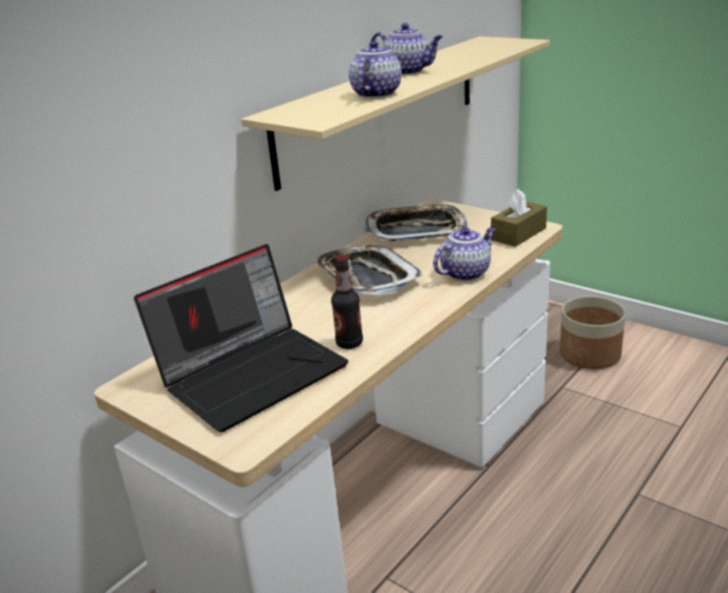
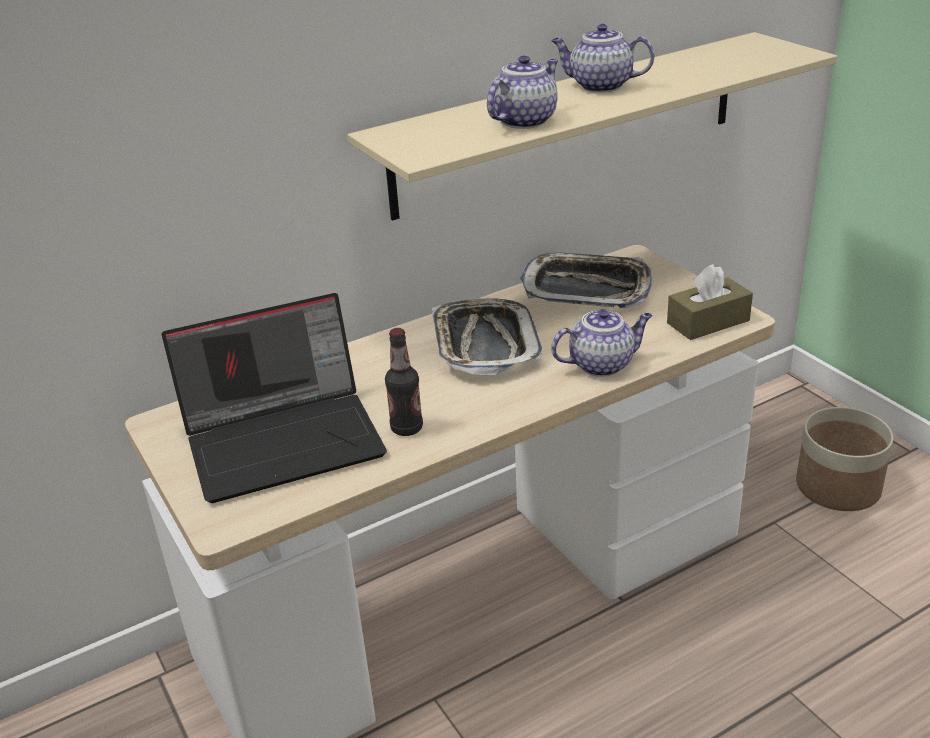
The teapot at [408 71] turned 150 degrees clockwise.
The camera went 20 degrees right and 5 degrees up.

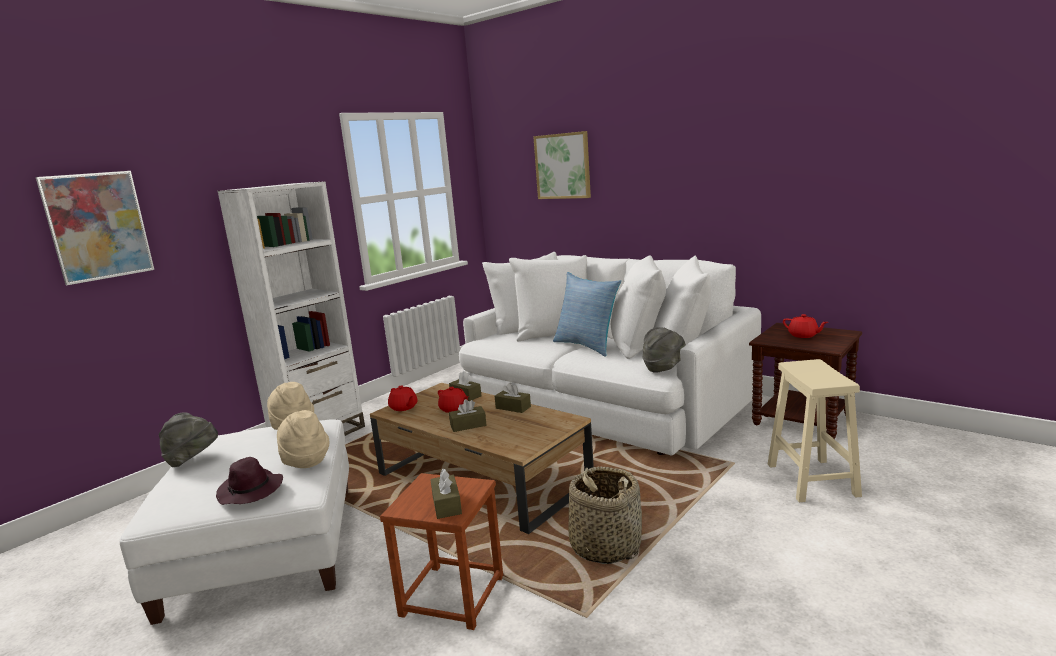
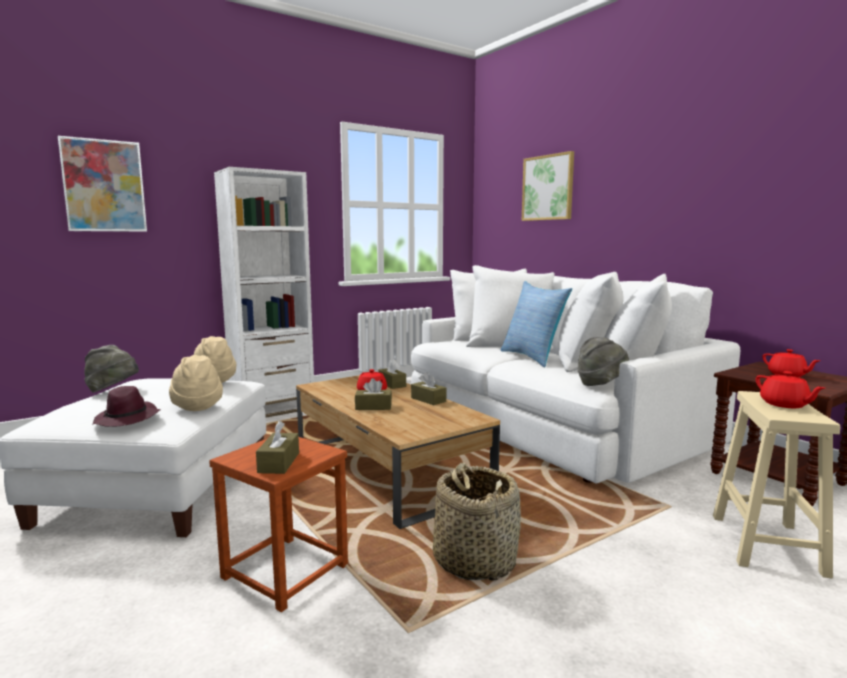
The red teapot moved from [403 407] to [785 404].
The camera went 15 degrees right and 5 degrees down.

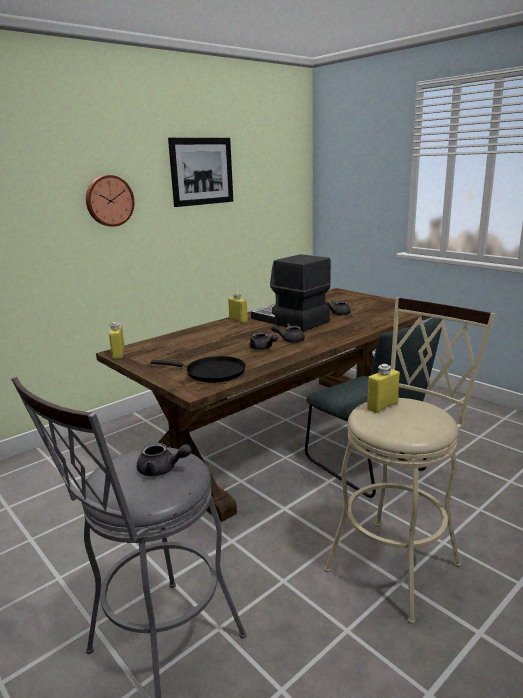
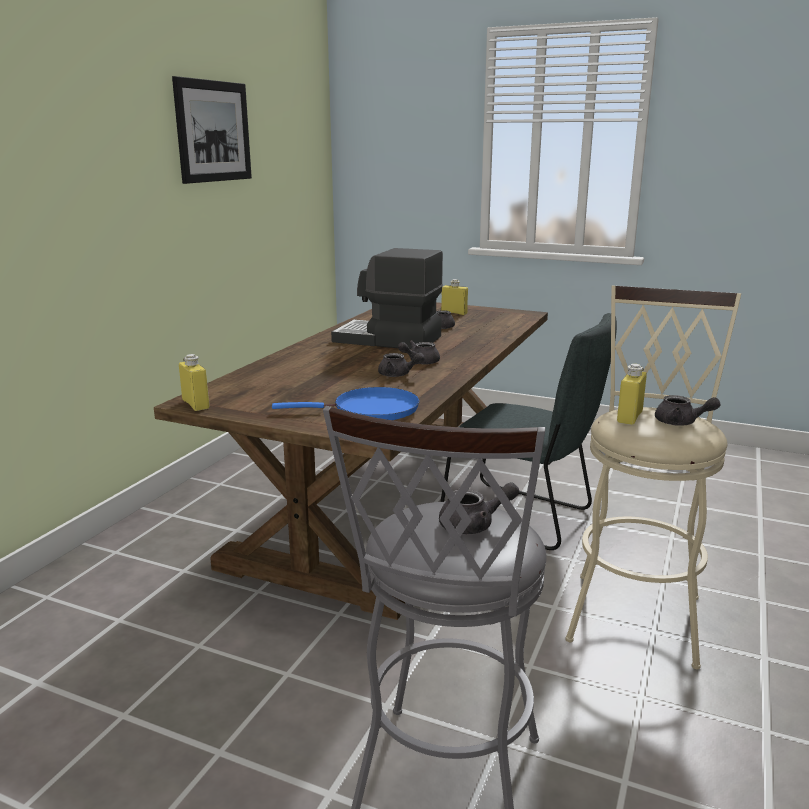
The black frying pan at [211 373] became the blue frying pan at [370 410].
The yellow bottle moved from [238 320] to [454 313].
The grey teapot at [681 423] appeared.
The wall clock at [109 201] disappeared.
The camera went 25 degrees left and 0 degrees up.

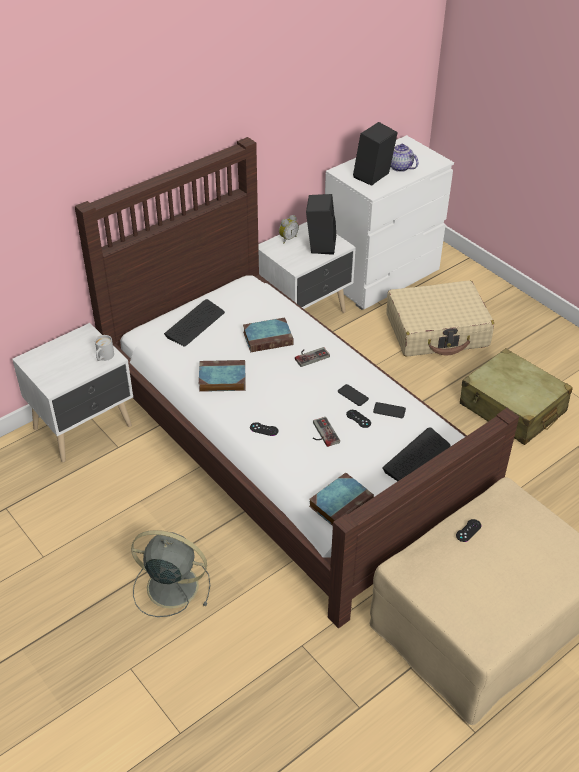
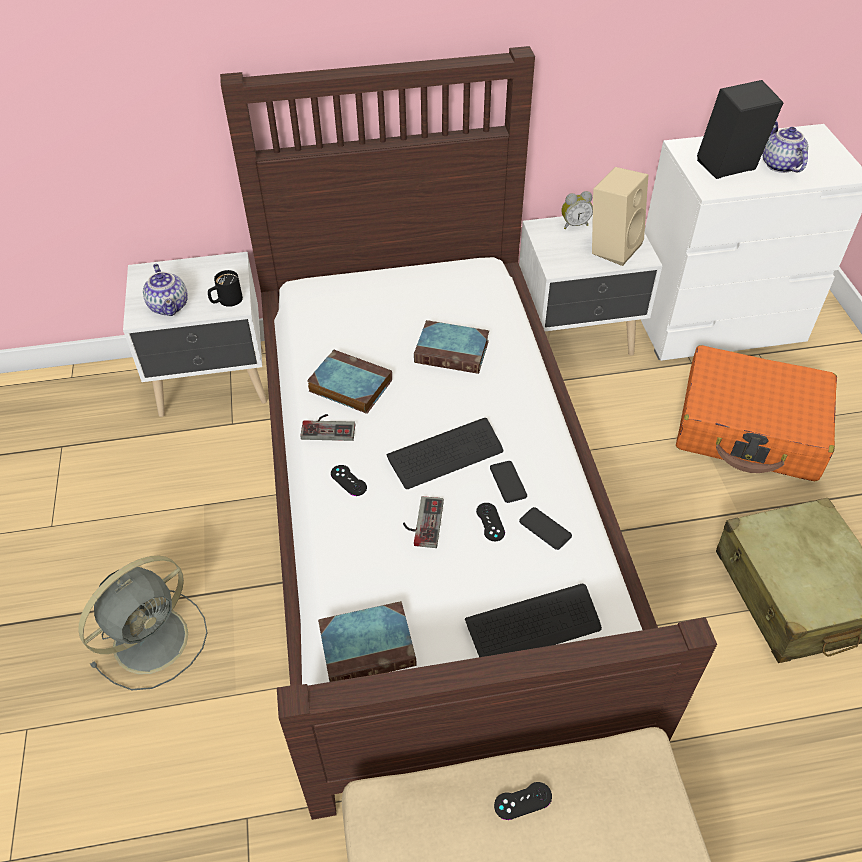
The grey fan at [170 586] turned 90 degrees clockwise.
The teapot at [170 306] appeared.
The white mug at [104 357] became the black mug at [226 301].
The game controller moved from [310 355] to [329 427].
The keyboard moved from [195 324] to [445 455].
The black speaker at [320 245] became the beige speaker at [612 246].
The beige suitcase at [437 330] became the orange suitcase at [750 429].
The camera went 30 degrees right and 5 degrees up.

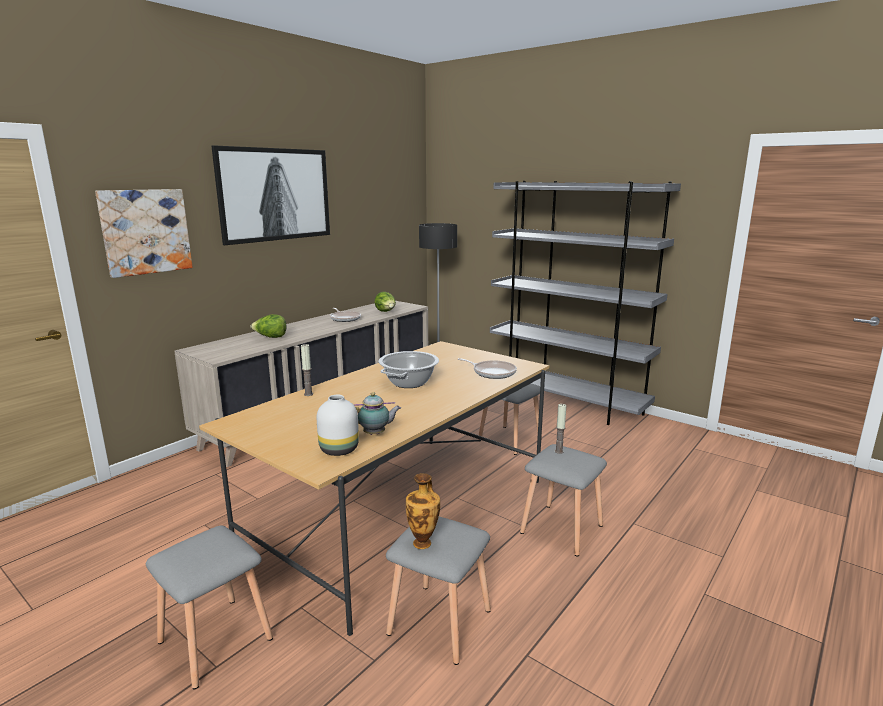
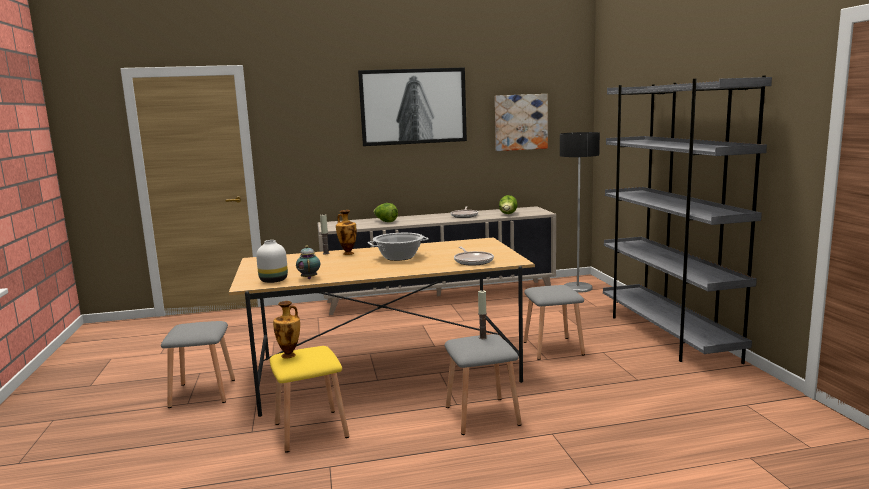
The grey stool at [439 623] became the yellow stool at [310 431].
The teapot at [376 434] turned 135 degrees counterclockwise.
The vase at [348 253] appeared.
The picture moved from [145 231] to [520 122].
The camera went 40 degrees right and 5 degrees down.

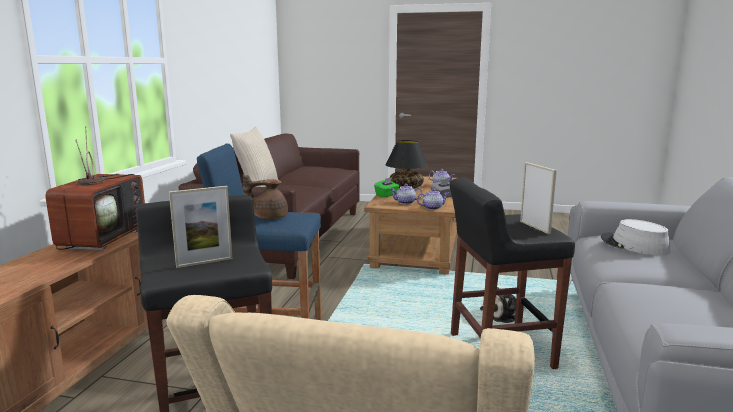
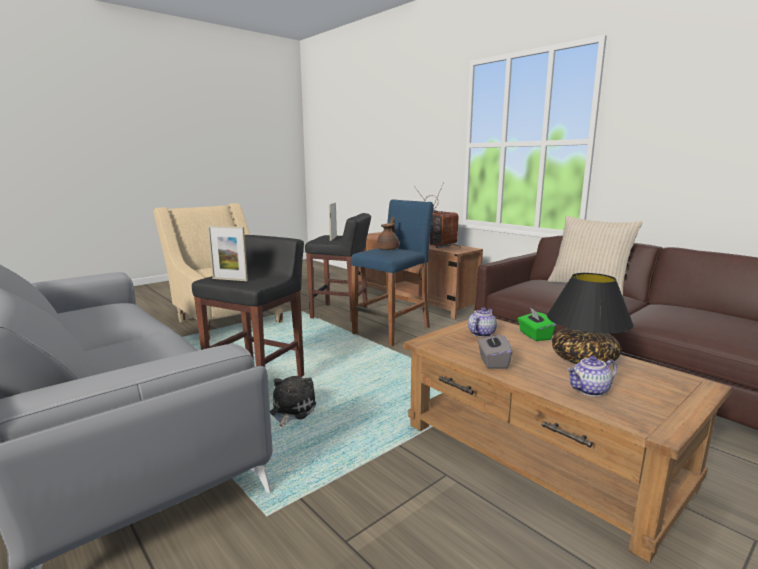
The teapot at [432 208] disappeared.
The grey hat at [633 245] disappeared.
The camera went 125 degrees right and 0 degrees up.

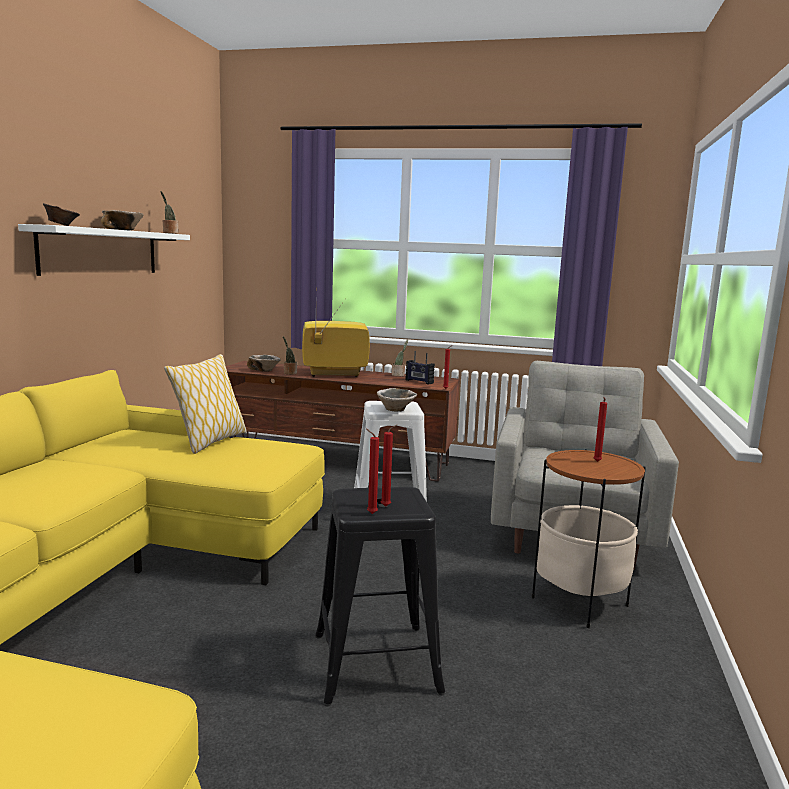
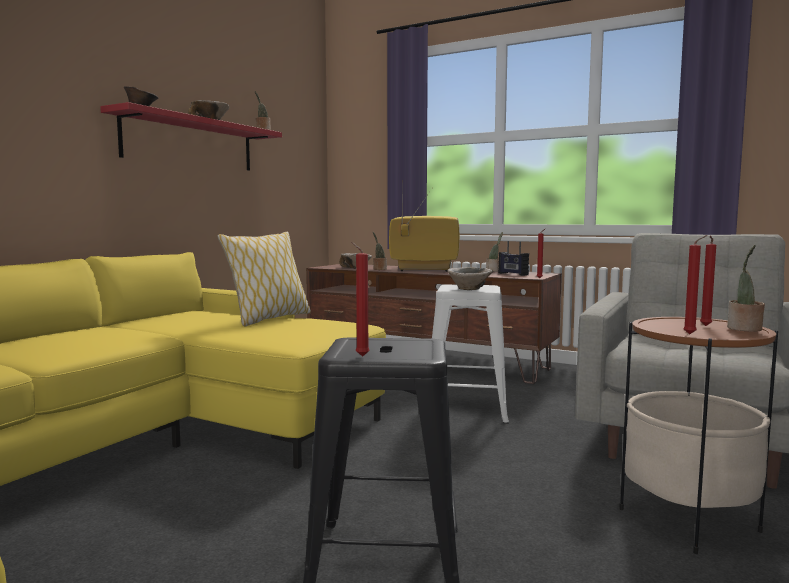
The white shelf at [101 251] became the red shelf at [191 143].
The red candle moved from [387 506] to [692 334].
The potted plant at [744 329] appeared.
The camera went 15 degrees right and 5 degrees down.

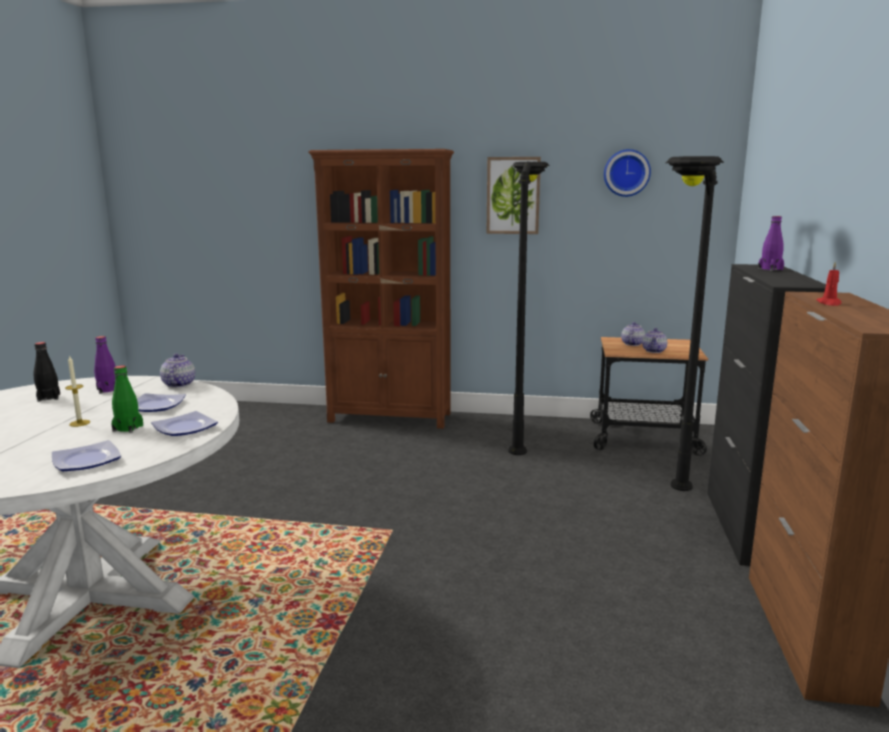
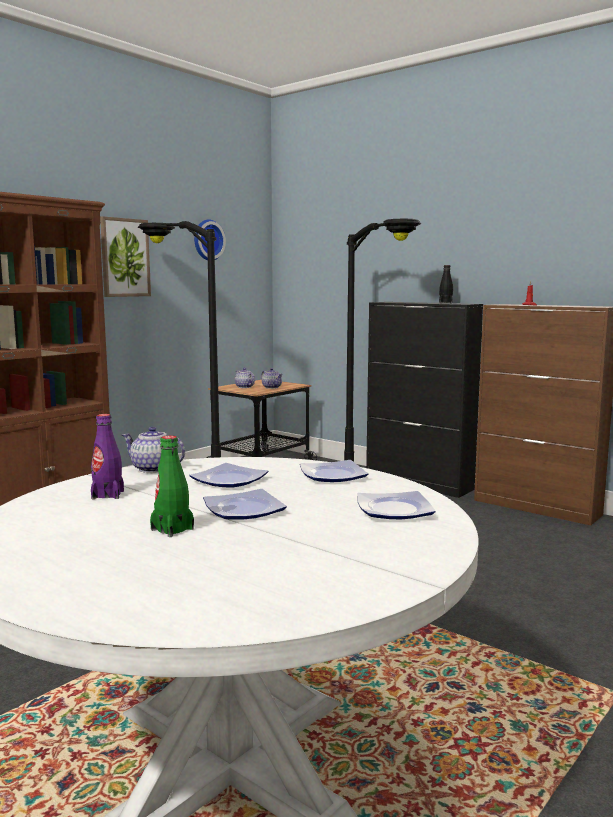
The green bottle moved from [128 428] to [172 529].
The candle at [79 423] was replaced by the plate at [242 510].
The black bottle moved from [49 398] to [445 303].
The purple bottle at [770 269] disappeared.
The camera went 60 degrees left and 5 degrees down.

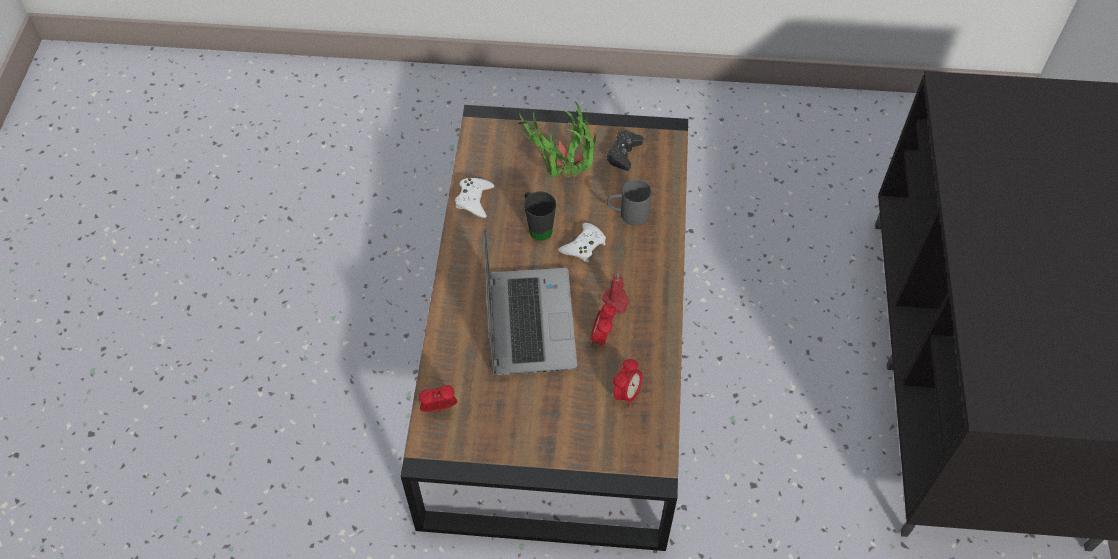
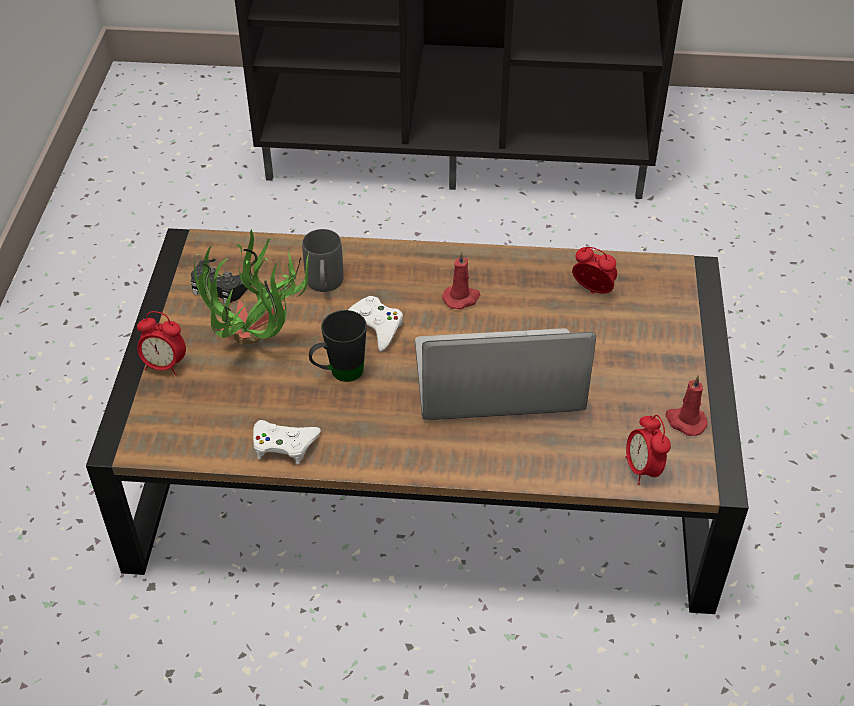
The alarm clock moved from [602 337] to [164 365].
The red candle at [685 421] appeared.
The camera went 90 degrees left and 10 degrees down.

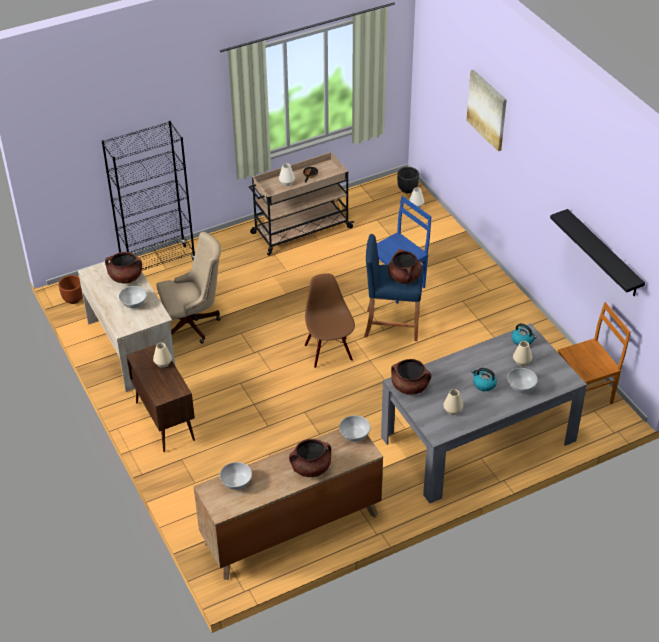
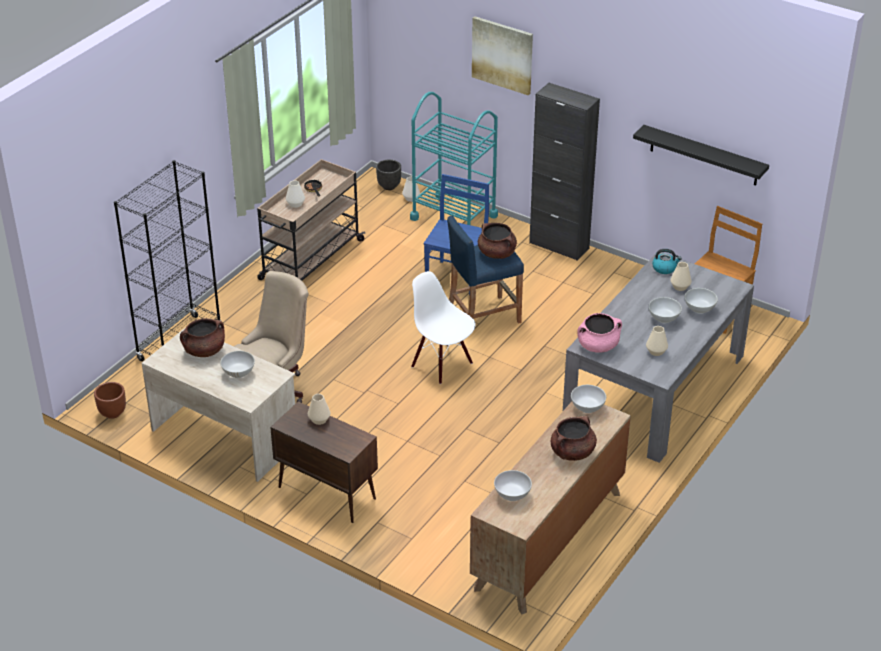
The turquoise cart at [454 217] appeared.
The brown chair at [329 352] became the white chair at [442 364].
The black cabinet at [559 246] appeared.
The brown cooking pot at [410 386] became the pink cooking pot at [598 345].
The kettle at [484 384] was replaced by the white bowl at [664 318].
The camera went 30 degrees left and 5 degrees down.

